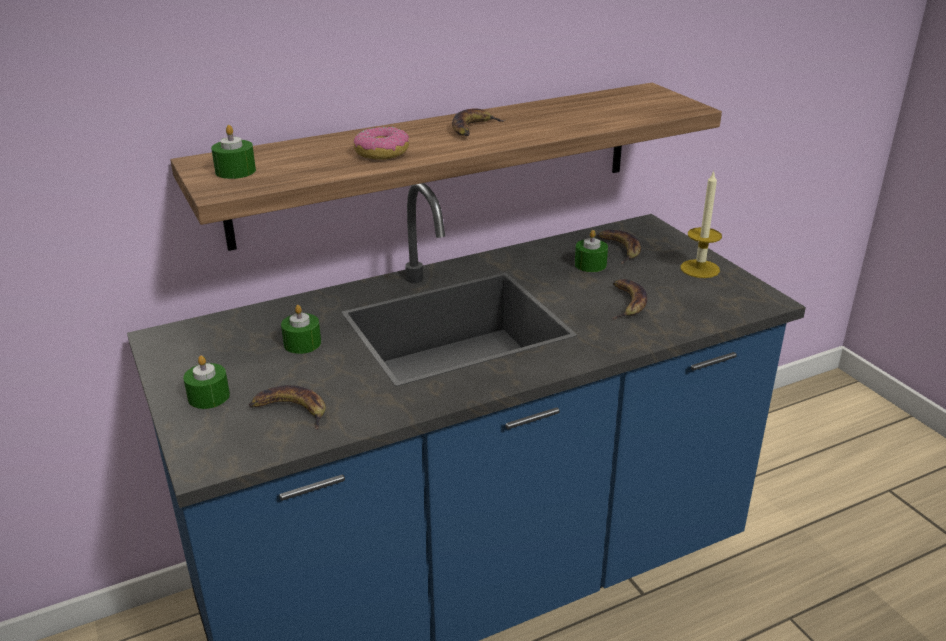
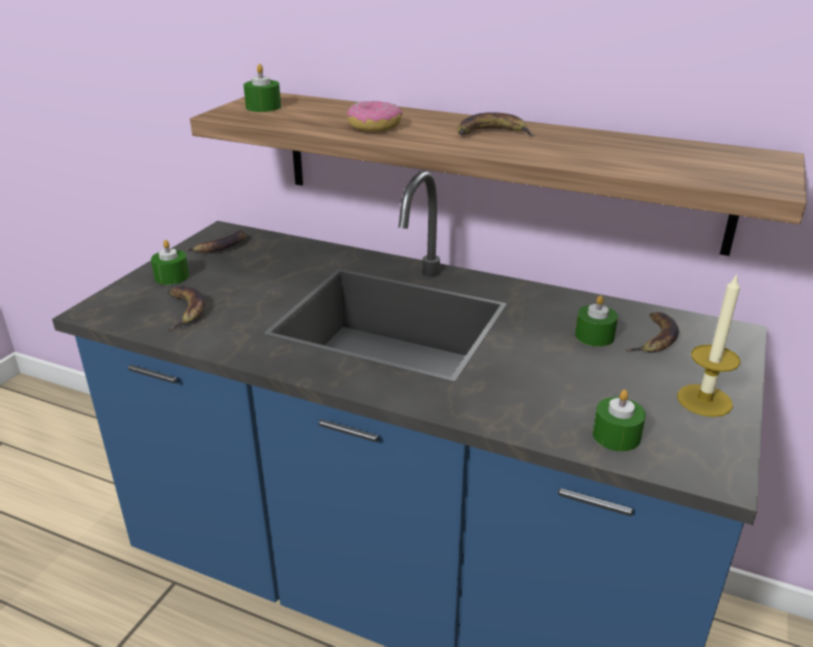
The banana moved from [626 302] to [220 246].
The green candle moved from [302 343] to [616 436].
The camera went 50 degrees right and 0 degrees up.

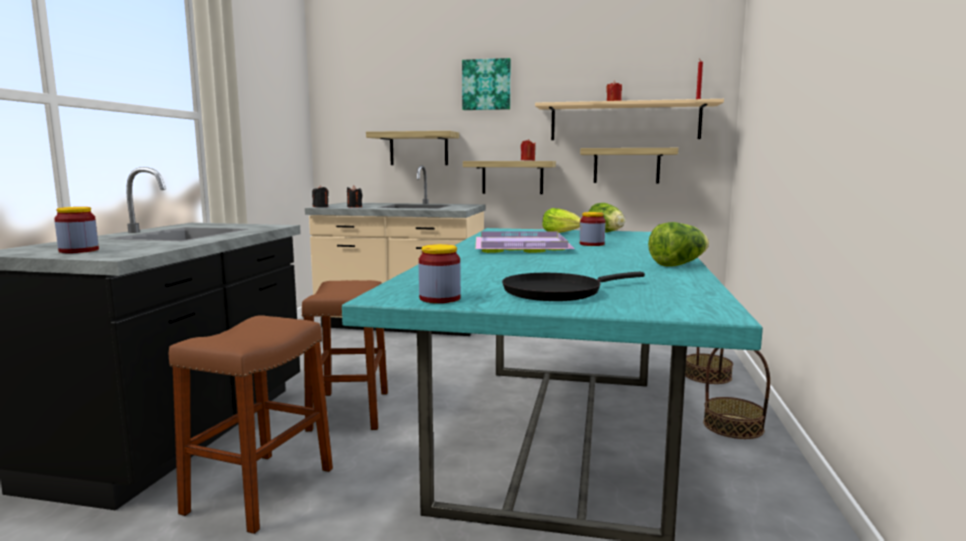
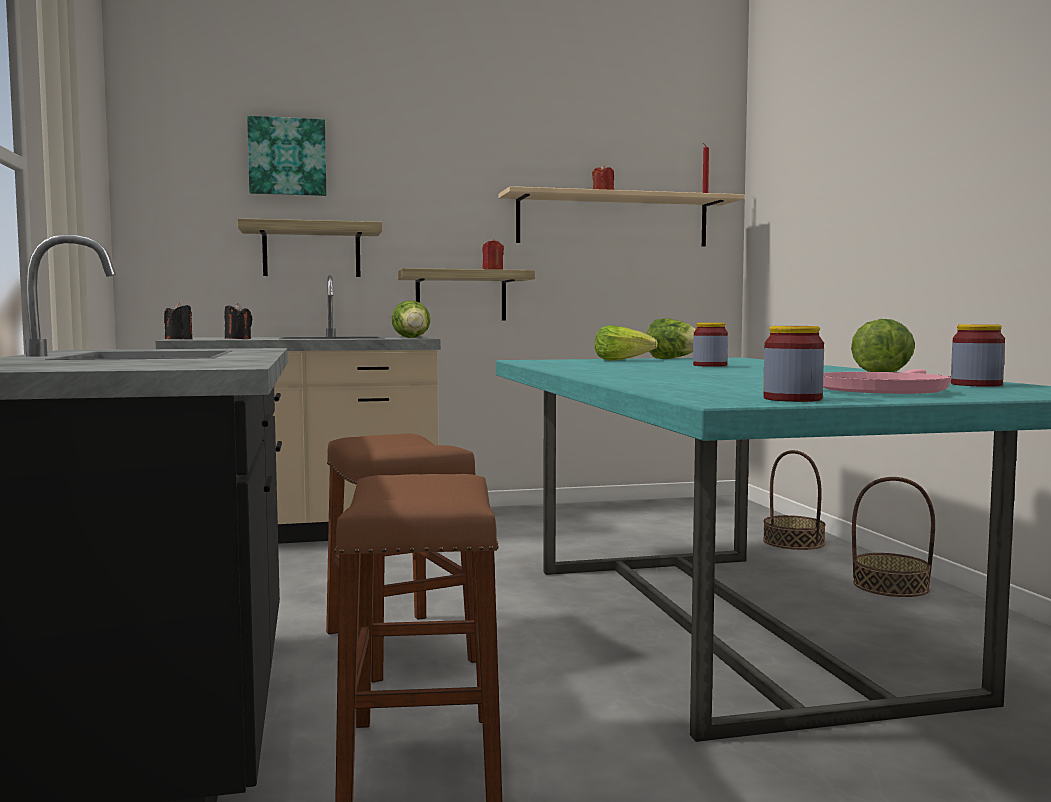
The picture moved from [486 85] to [287 157].
The lettuce at [412 338] appeared.
The black frying pan at [557 292] became the pink frying pan at [883 390].
The jar moved from [79 250] to [976 384].
The purple tray at [523 246] disappeared.
The shelf at [626 166] disappeared.
The camera went 25 degrees left and 5 degrees down.

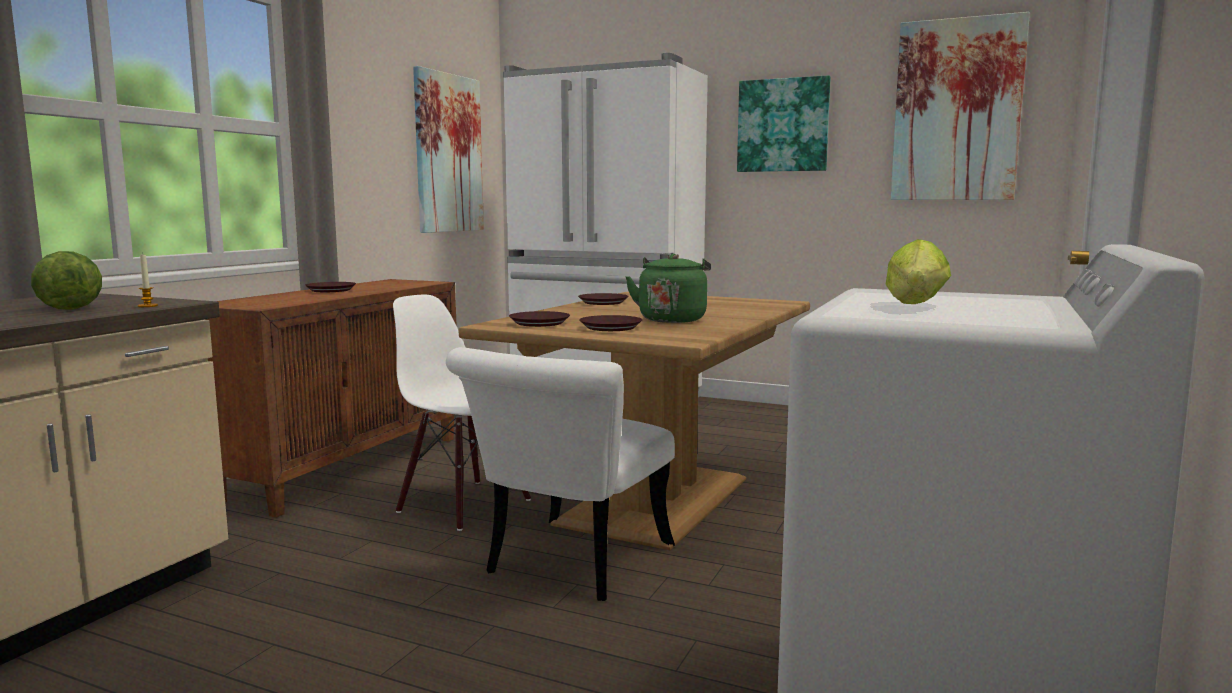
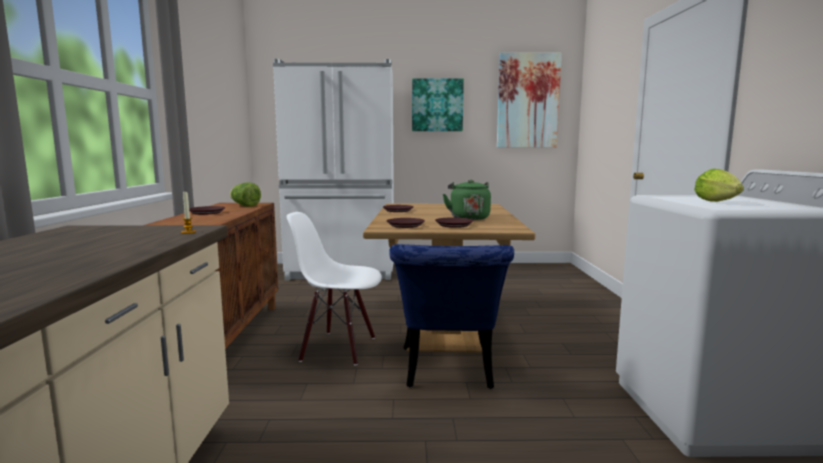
The lettuce moved from [69 307] to [245 206].
The white chair at [569 565] became the blue chair at [447 372].
The picture at [448 153] disappeared.
The camera went 25 degrees left and 0 degrees up.

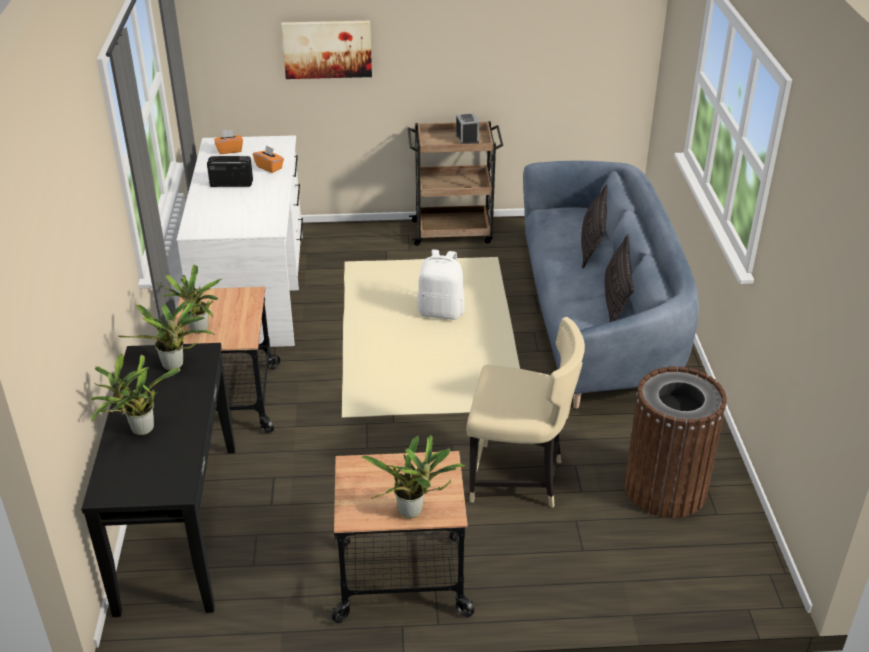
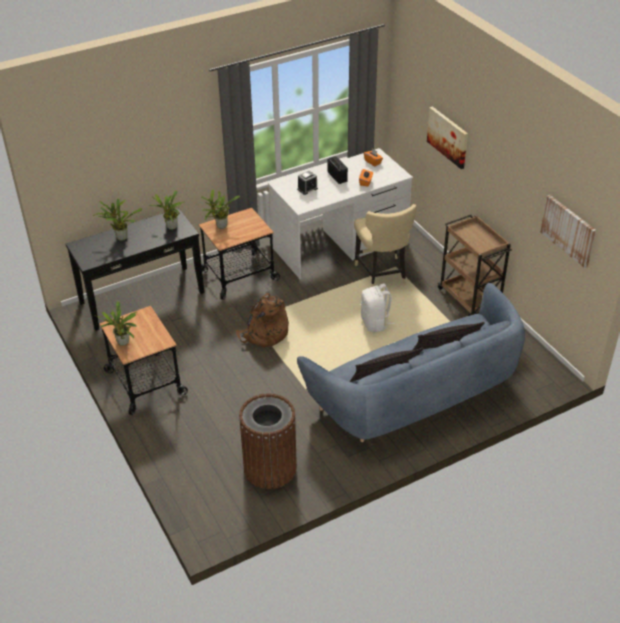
The brown backpack at [264 334] appeared.
The alarm clock moved from [467 139] to [307 189].
The beige chair moved from [518 478] to [382 274].
The picture at [568 230] appeared.
The camera went 65 degrees right and 5 degrees up.

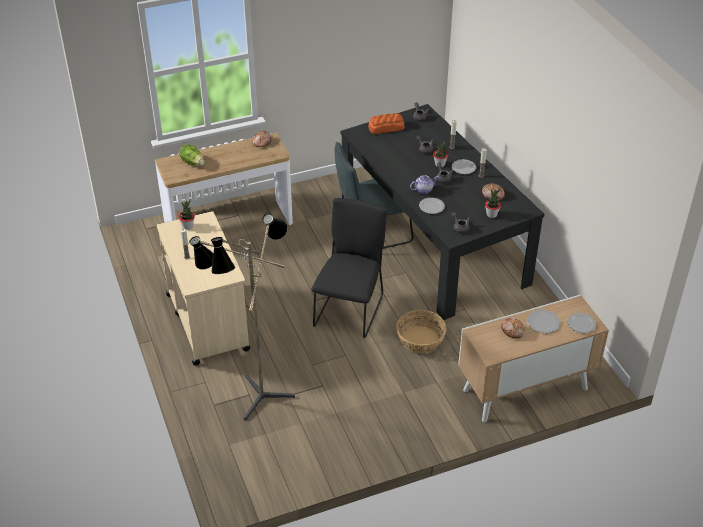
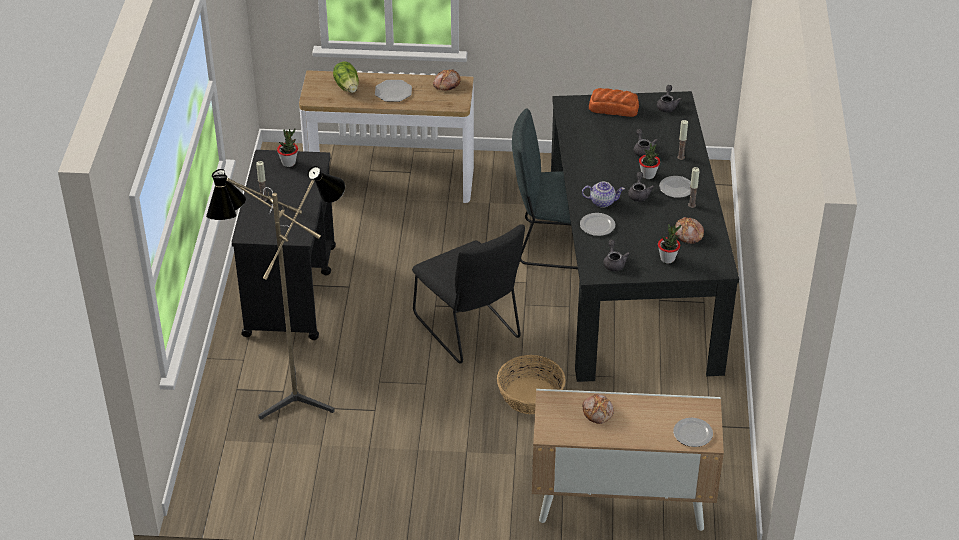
The beige cart at [207 321] became the black cart at [291 289].
The plate moved from [543 322] to [393 92].
The black chair at [350 309] turned 105 degrees clockwise.
The camera went 25 degrees right and 0 degrees up.

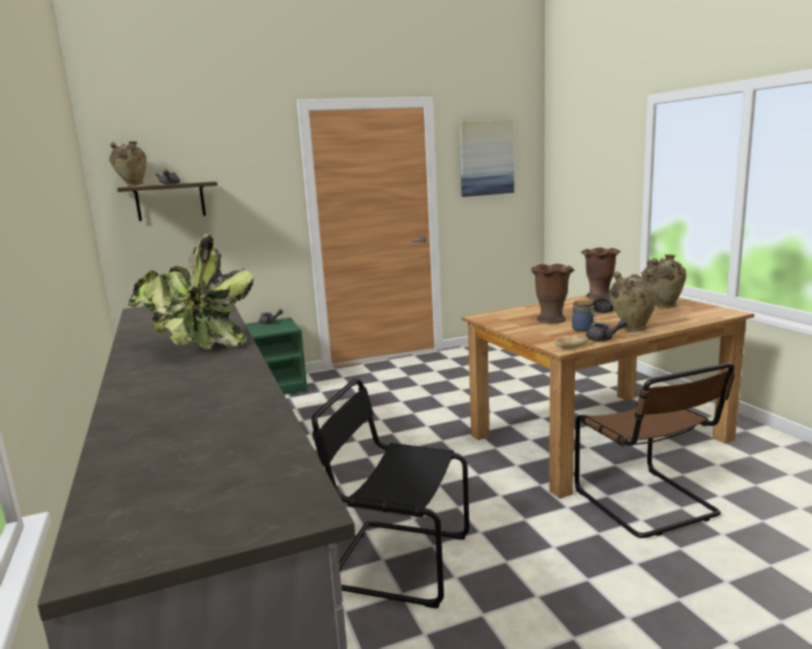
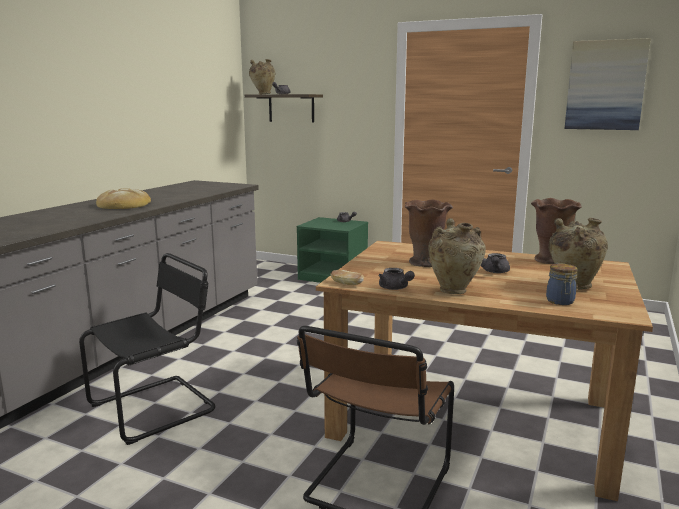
The black chair at [395 561] turned 75 degrees clockwise.
The potted plant at [194 347] was replaced by the bread at [124 205].
The jar moved from [583 329] to [560 302].
The camera went 45 degrees right and 0 degrees up.

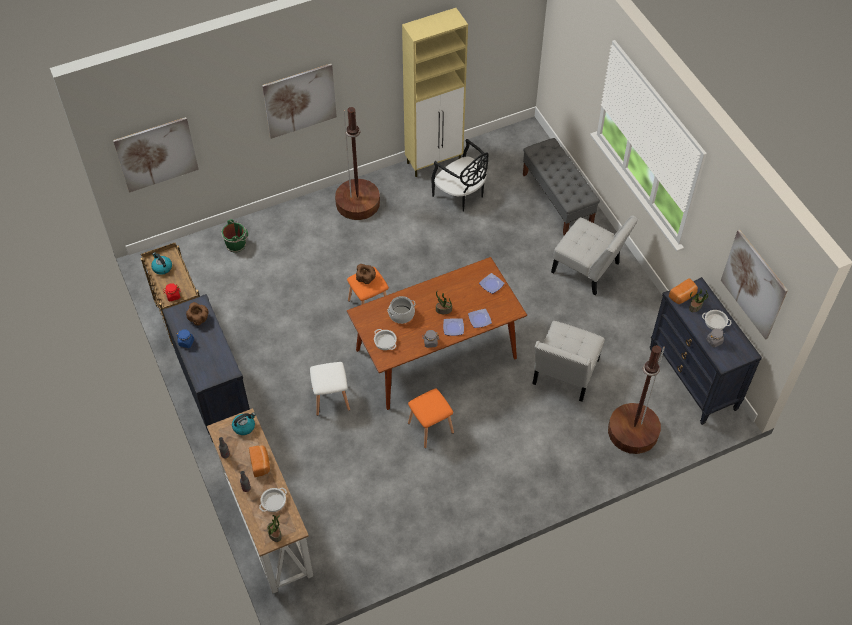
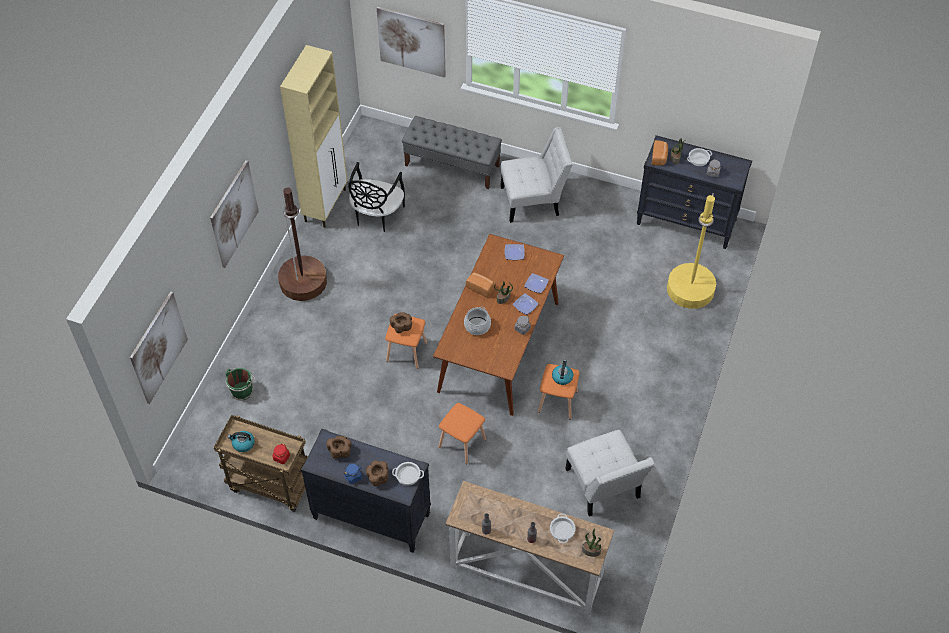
The black chair at [460 195] turned 105 degrees clockwise.
The brown bowl at [377 477] appeared.
The picture moved from [753 284] to [412 41].
The cooking pot moved from [385 341] to [407 475].
The white stool at [330 398] became the orange stool at [461 443].
The bread moved from [260 464] to [480 287].
The kettle moved from [244 426] to [562 377].
The white chair moved from [564 375] to [604 487].
The brown floor lamp at [633 432] became the yellow floor lamp at [690 290].
The camera went 45 degrees left and 0 degrees up.

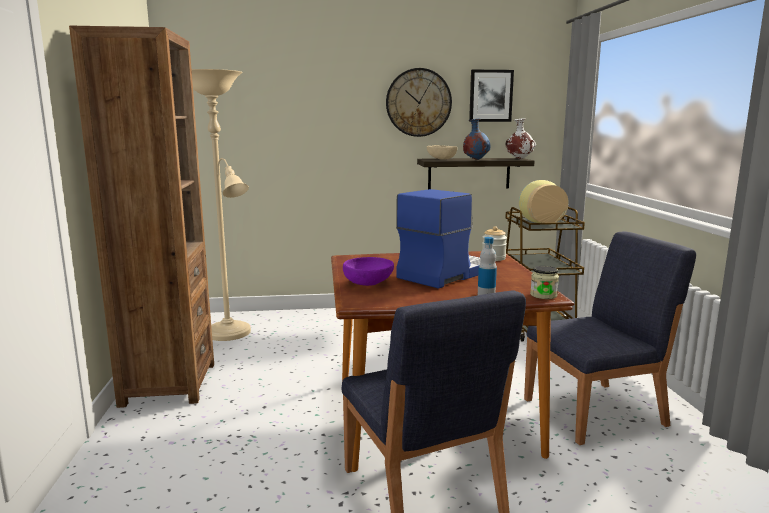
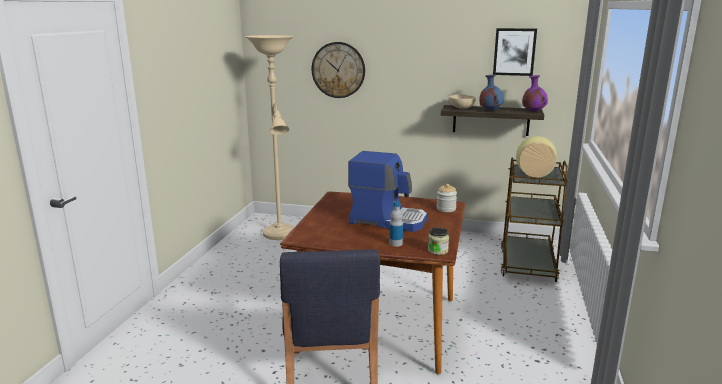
The wall clock moved from [418 102] to [338 70].
The coffee machine at [444 274] turned 45 degrees clockwise.
The white vase at [519 159] became the purple vase at [533 112].
The brown bookcase at [168 384] disappeared.
The purple bowl at [369 283] disappeared.
The blue chair at [596 412] disappeared.
The camera went 20 degrees right and 5 degrees up.

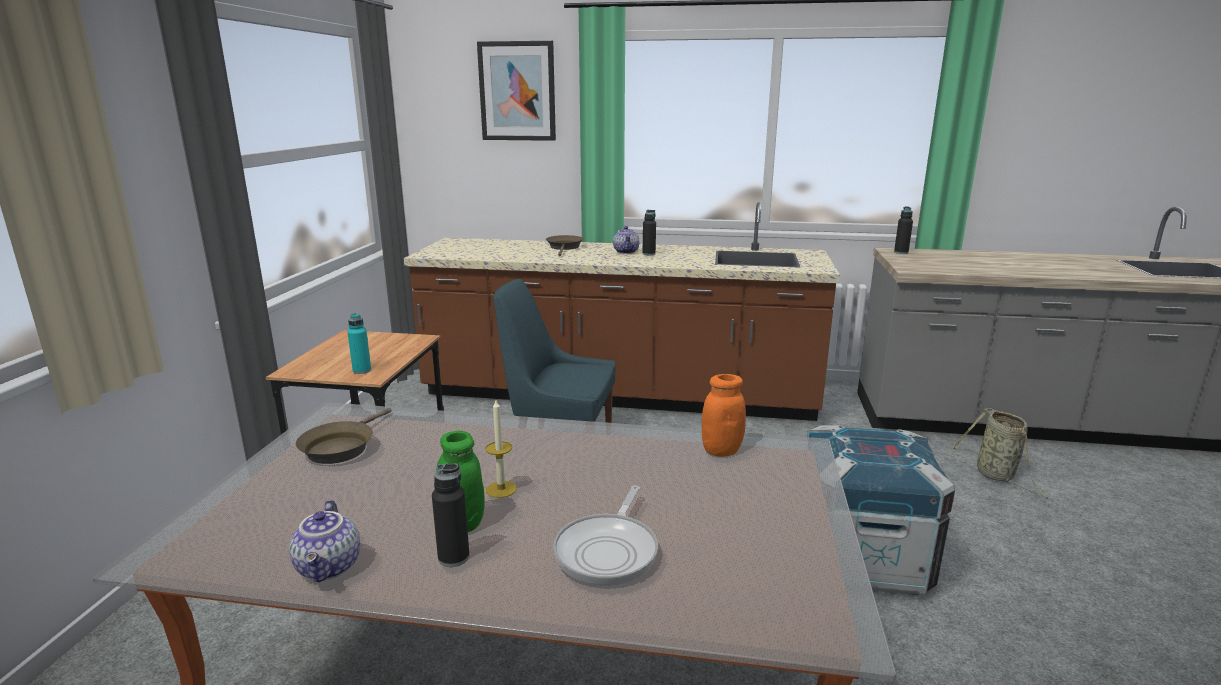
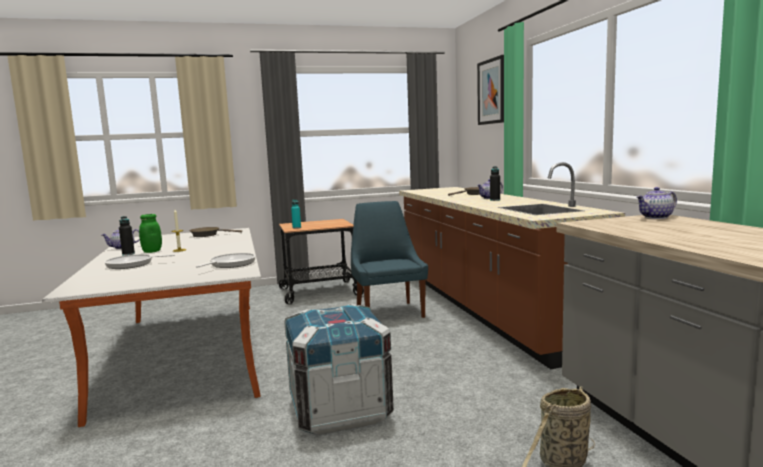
The orange jar at [721 450] was replaced by the frying pan at [230 264].
The black bottle at [901 252] was replaced by the teapot at [656 217].
The camera went 65 degrees right and 10 degrees down.

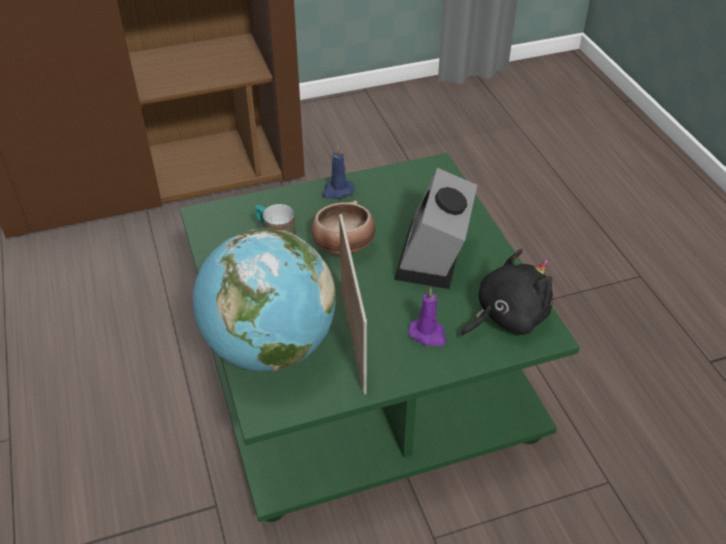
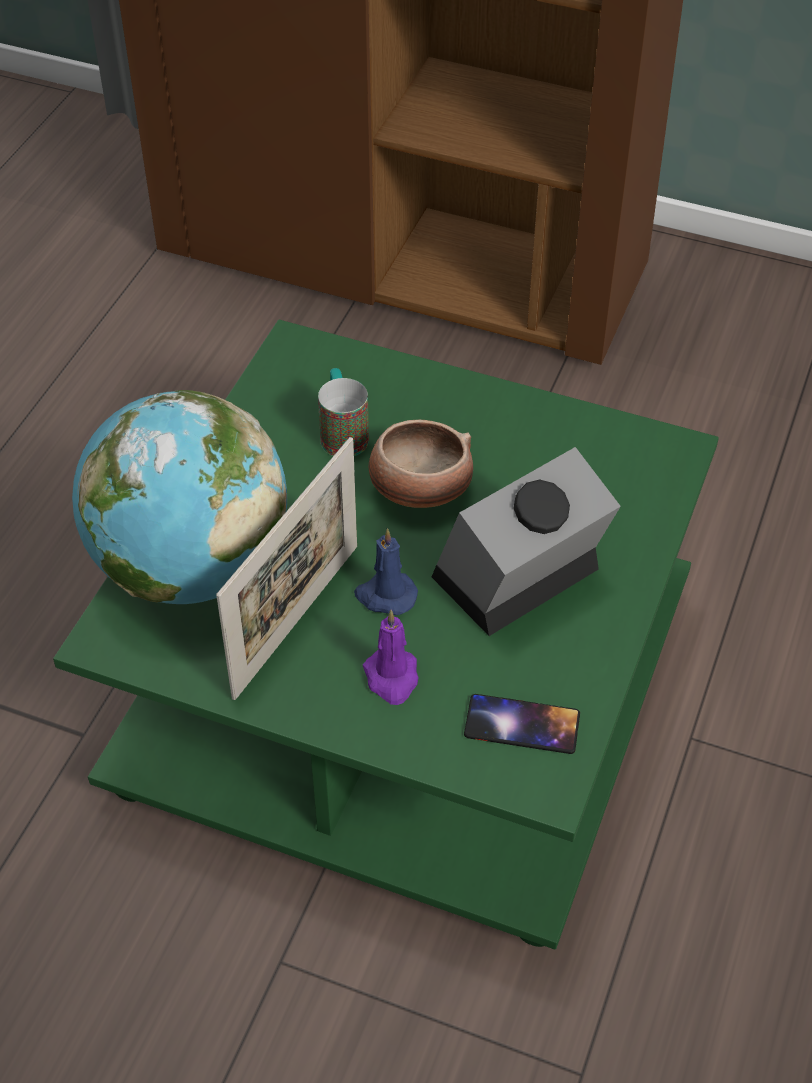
The blue candle moved from [337 191] to [385 595].
The black plush toy at [507 316] was replaced by the phone at [522 724].
The camera went 40 degrees right and 5 degrees up.

